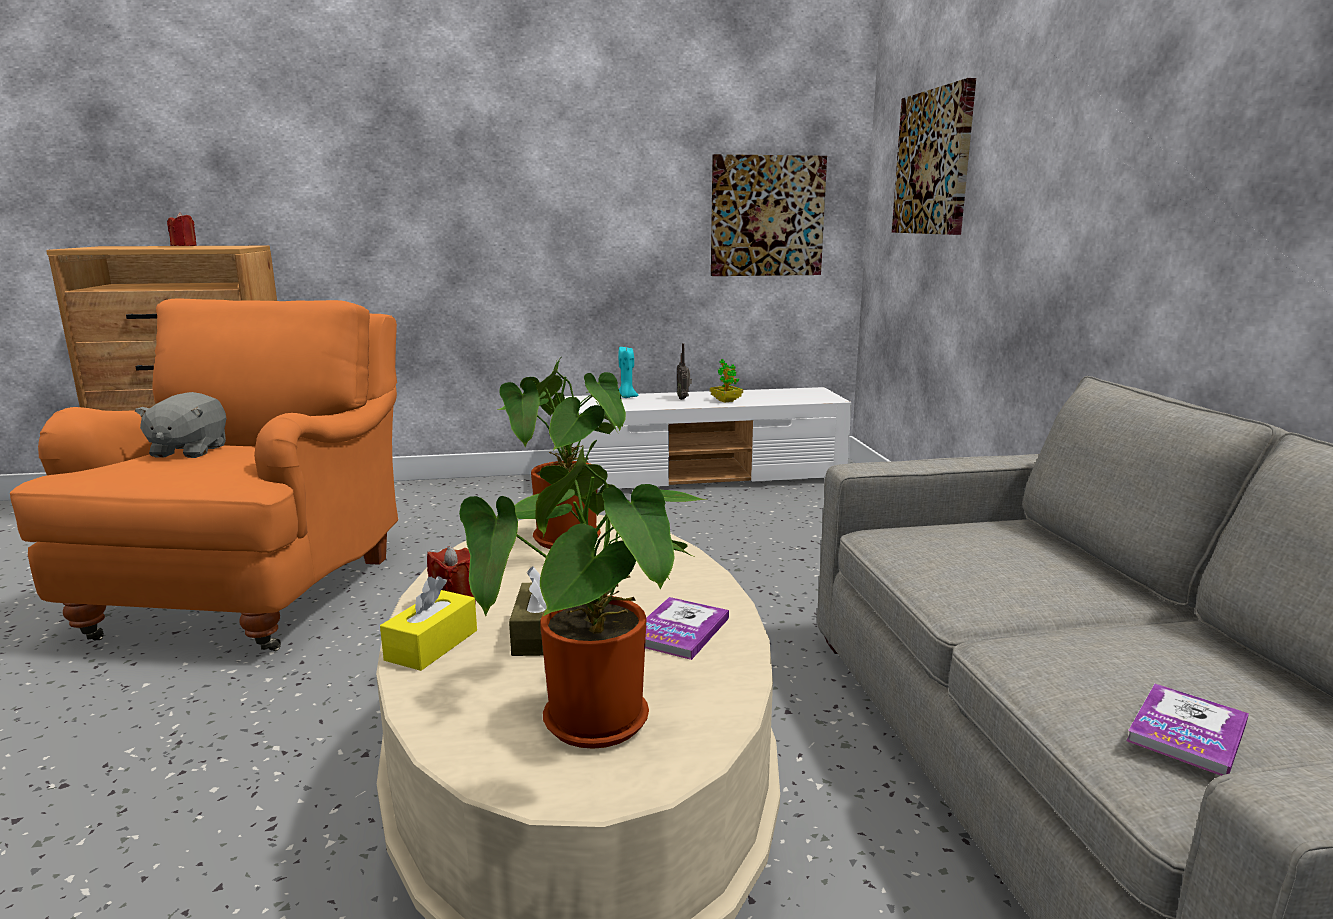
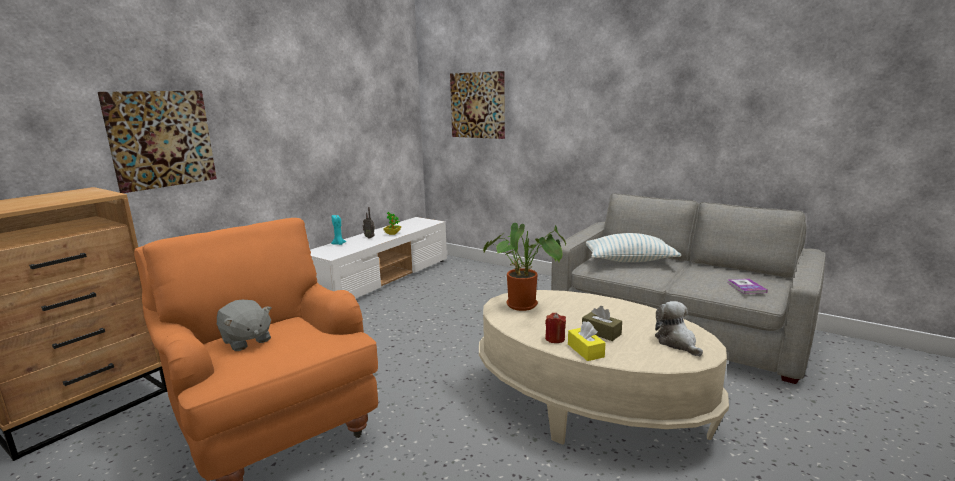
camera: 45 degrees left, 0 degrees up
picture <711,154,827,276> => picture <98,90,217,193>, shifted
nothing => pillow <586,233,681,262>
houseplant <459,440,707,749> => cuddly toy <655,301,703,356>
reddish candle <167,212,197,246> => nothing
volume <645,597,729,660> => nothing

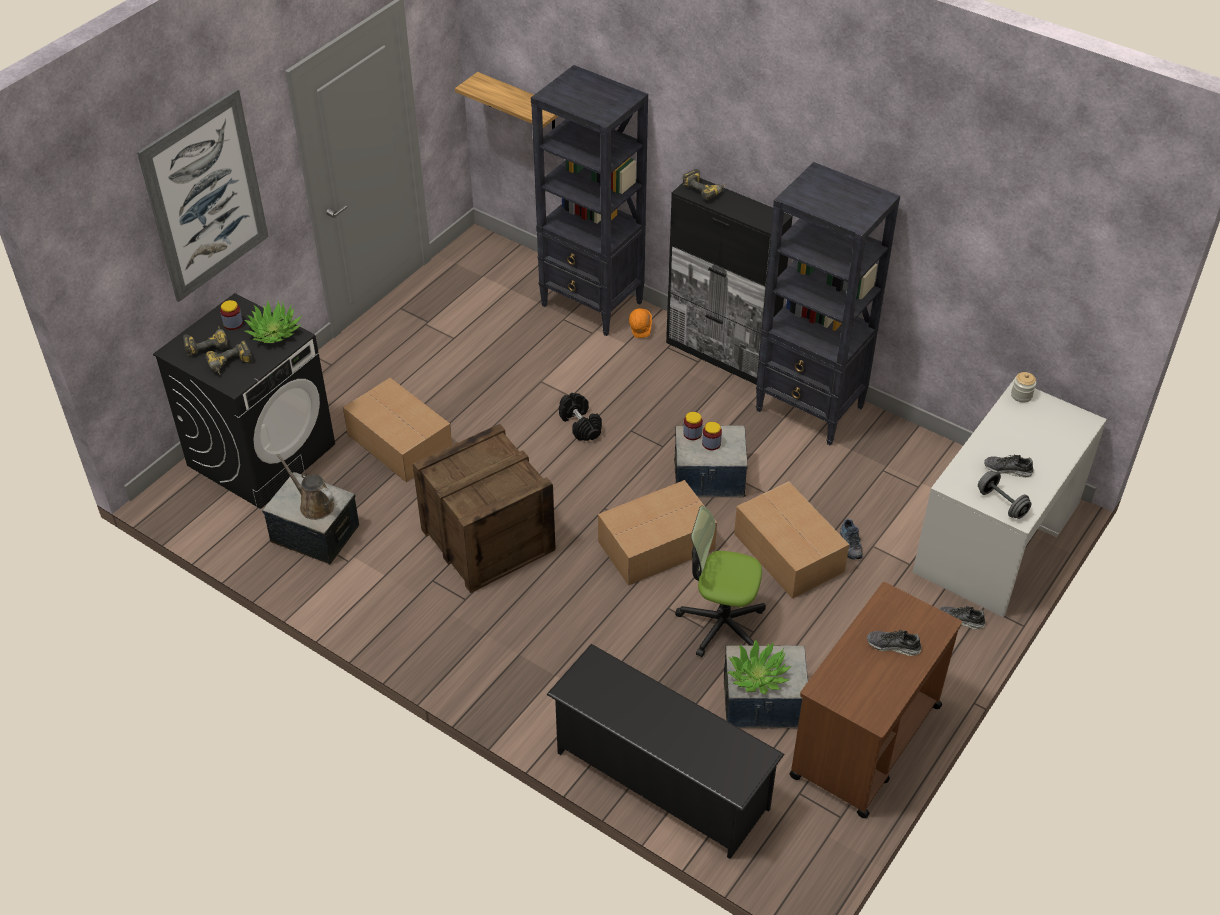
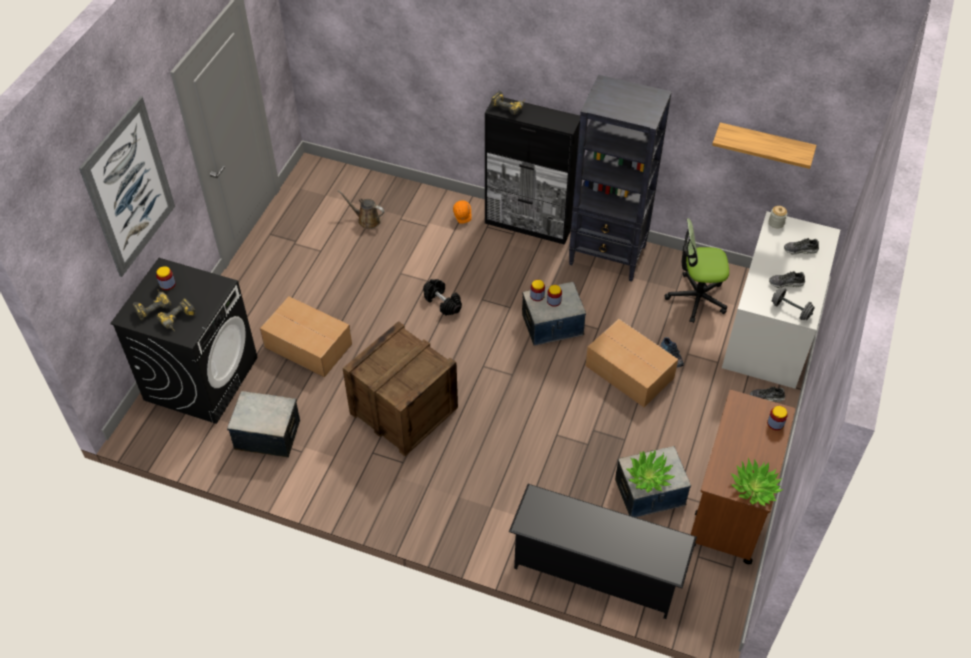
camera: 15 degrees left, 5 degrees up
brown watering pot <277,454,334,520> => brown watering pot <338,190,385,229>, shifted
computer chair <675,506,766,657> => computer chair <664,218,729,323>, shifted
shelf <455,72,558,130> => shelf <712,122,817,169>, shifted
houseplant <244,300,301,343> => houseplant <730,458,784,506>, shifted
nothing => jar <767,406,788,430>
shoe <867,630,921,656> => shoe <784,238,819,255>, shifted
black bookshelf <531,65,648,336> => nothing
carton <598,480,717,586> => nothing

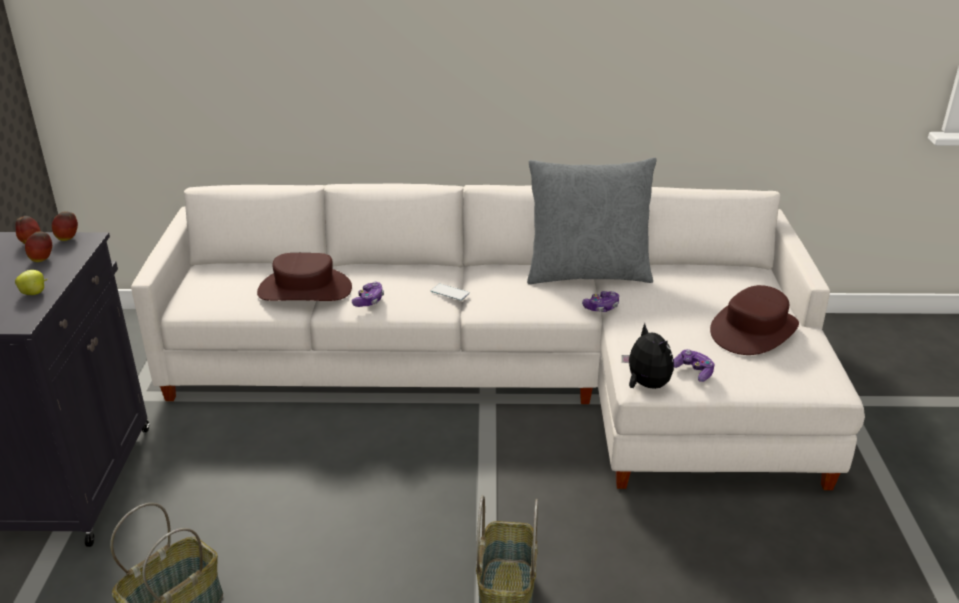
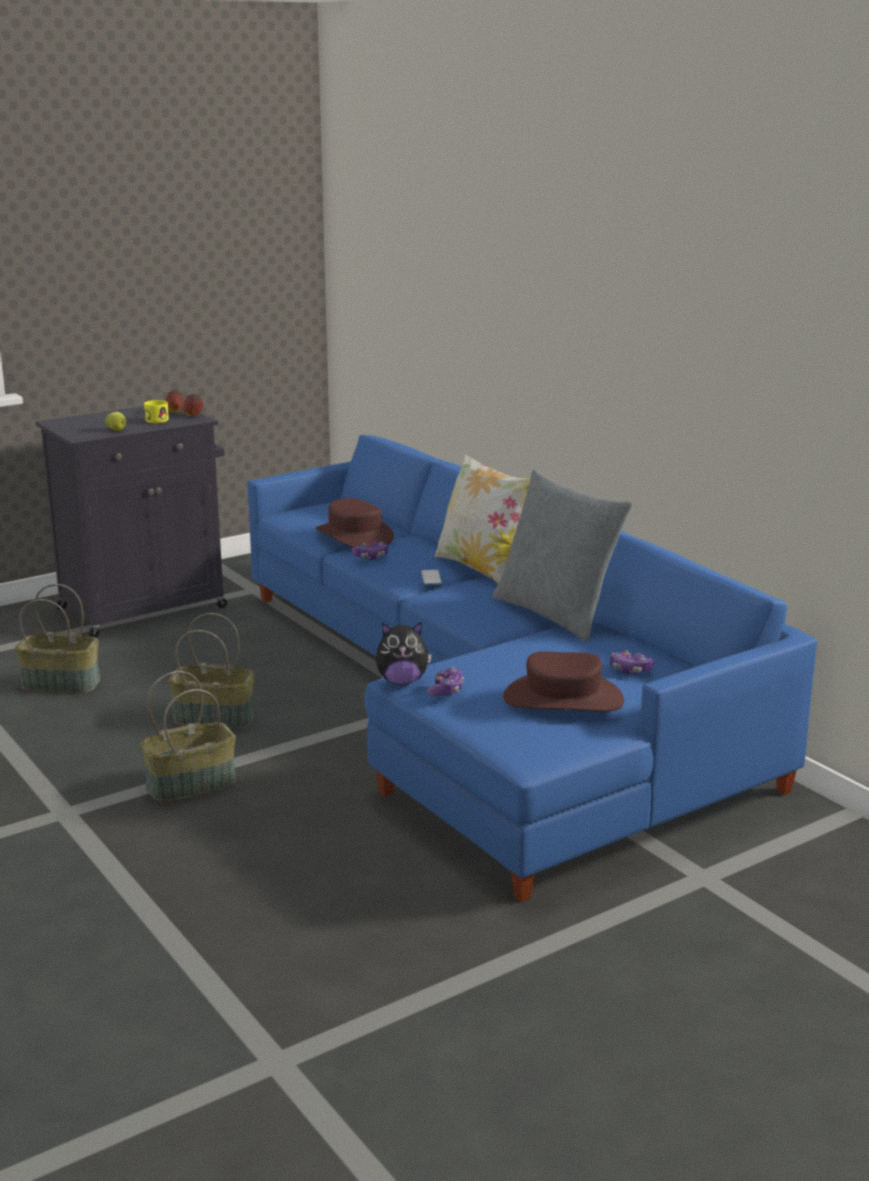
camera: 55 degrees right, 10 degrees down
whole apple <25,232,52,262> => yellow mug <144,400,169,424>
nothing => household basket <169,613,255,729>
whitish couch <131,183,865,490> => bluish couch <247,435,818,902>
cuddly toy <622,323,674,389> => cuddly toy <376,622,432,685>, 60 degrees clockwise
nothing => pillow <434,453,531,584>
gamepad <582,291,619,312> => gamepad <610,650,654,674>, shifted

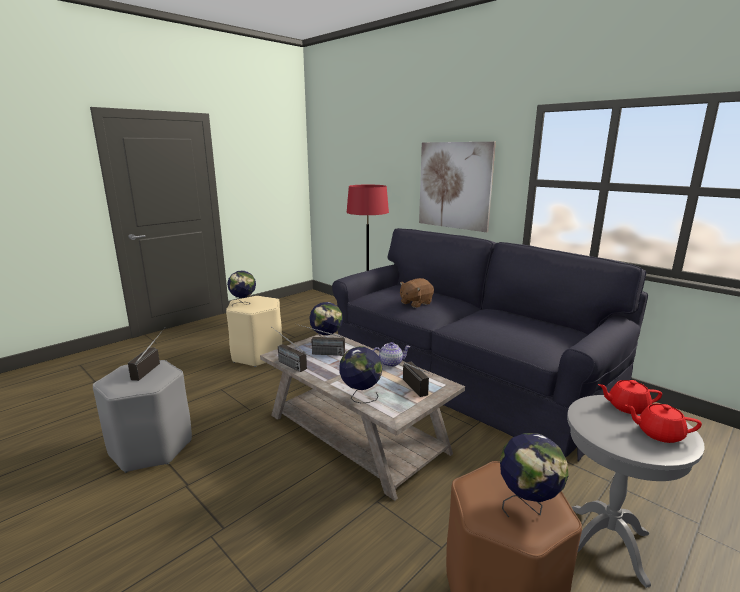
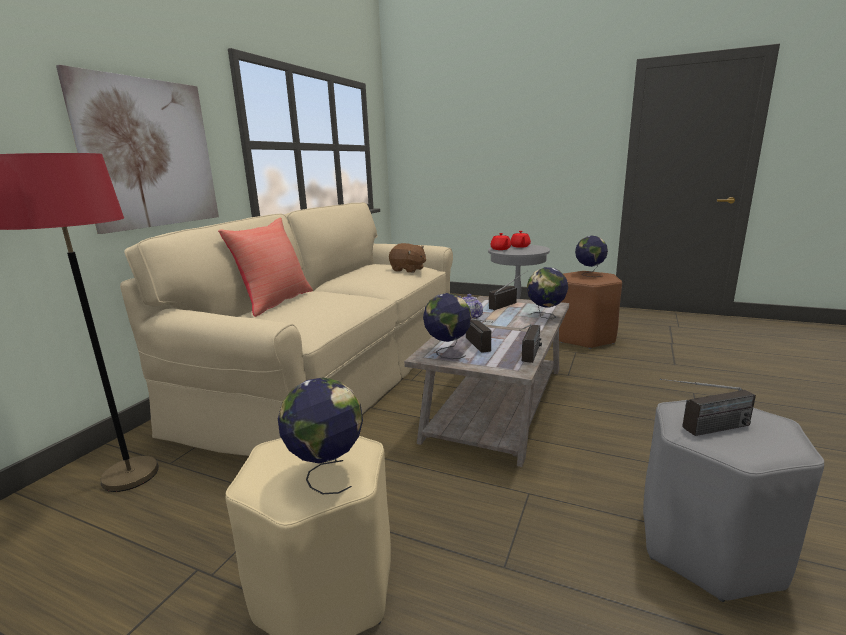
camera: 110 degrees left, 0 degrees up
black couch <332,228,648,461> => sand-coloured couch <120,202,453,456>
nothing => reddish pillow <218,218,313,317>
brown cuddly toy <400,278,434,308> => brown cuddly toy <389,243,426,273>, shifted

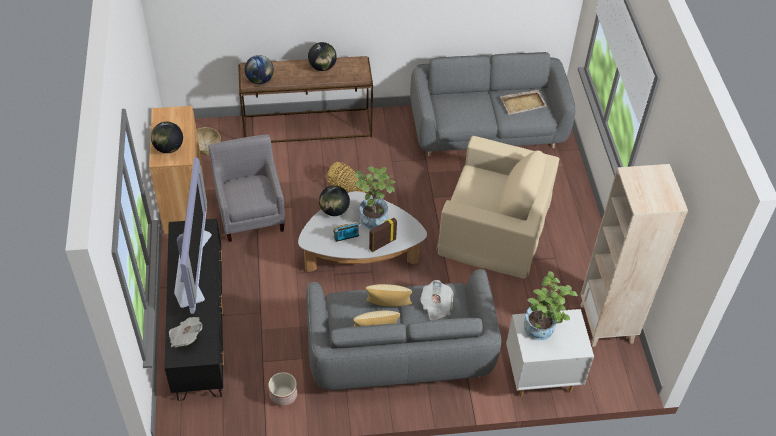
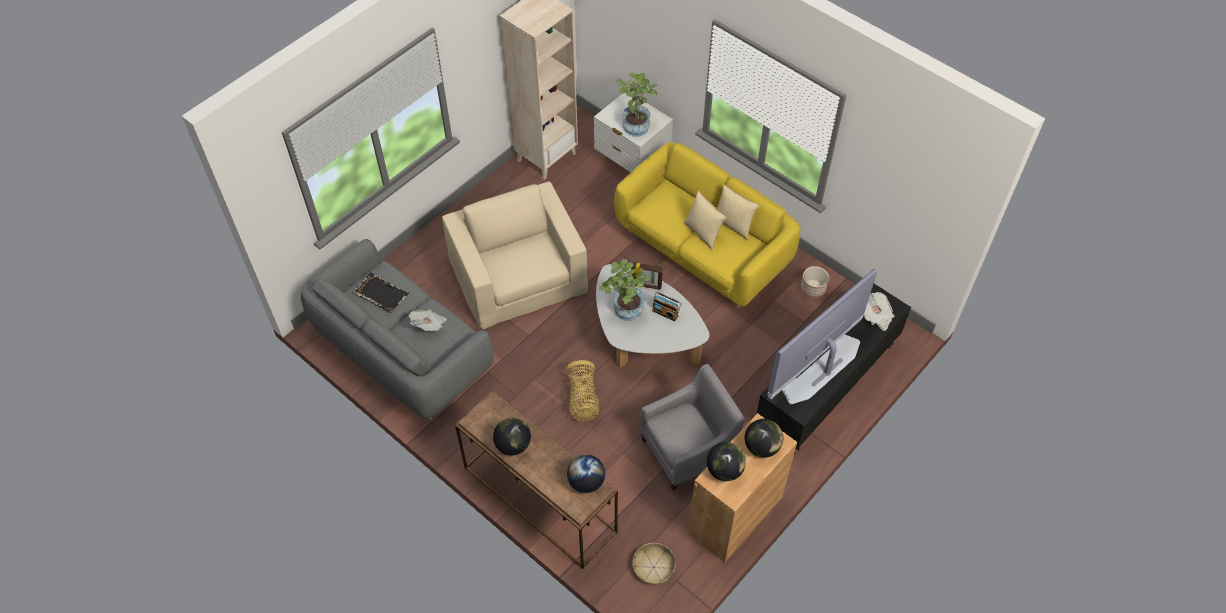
camera: 130 degrees left, 5 degrees up
sand-coloured serving tray <500,90,547,115> => black serving tray <352,272,409,313>
daily paper <420,280,454,321> => daily paper <409,310,447,331>, shifted
greyish couch <306,269,501,390> => yellow couch <614,142,801,308>
greyish lounge chair <208,134,285,242> => greyish lounge chair <640,364,745,491>, 150 degrees counterclockwise
world globe <319,185,350,216> => world globe <707,442,746,481>, shifted

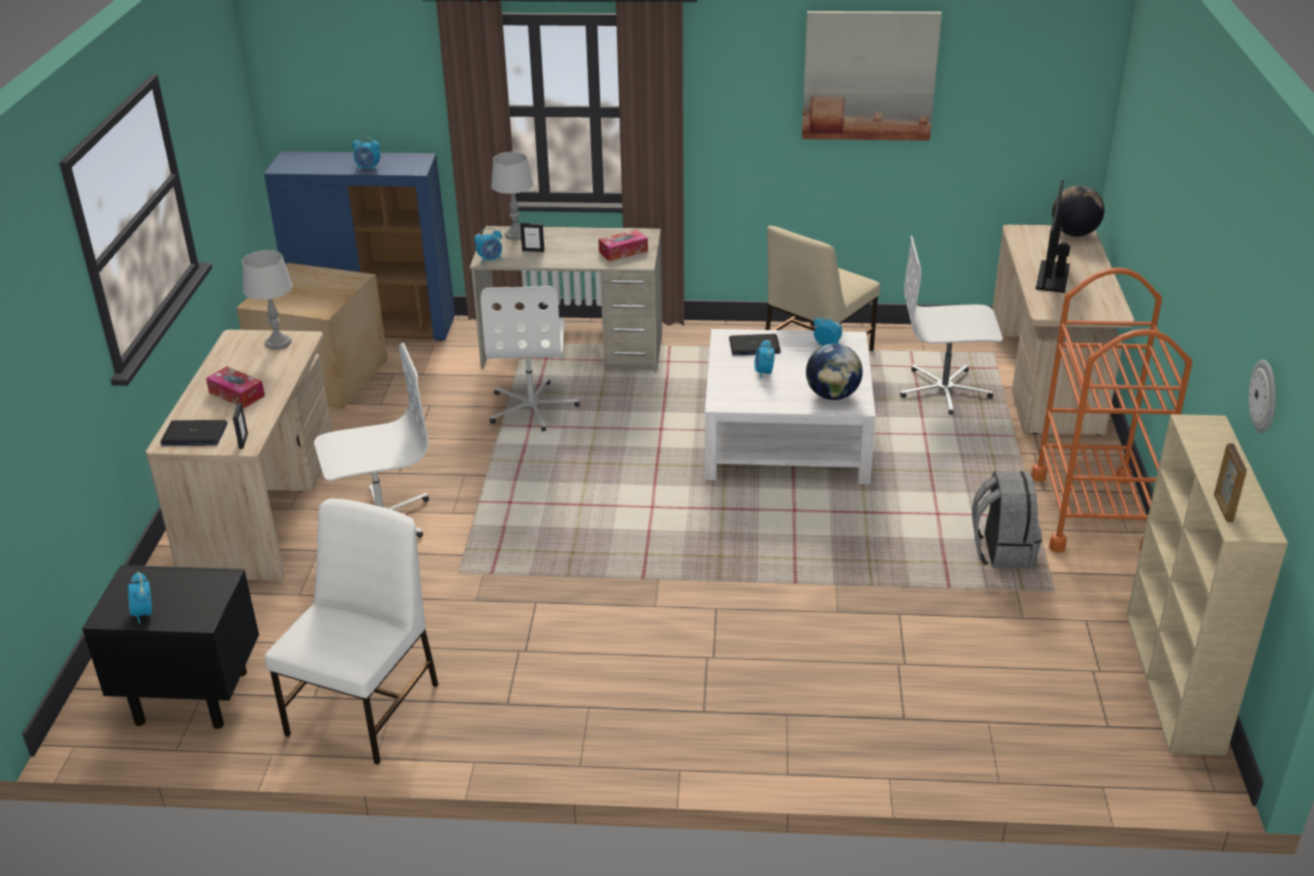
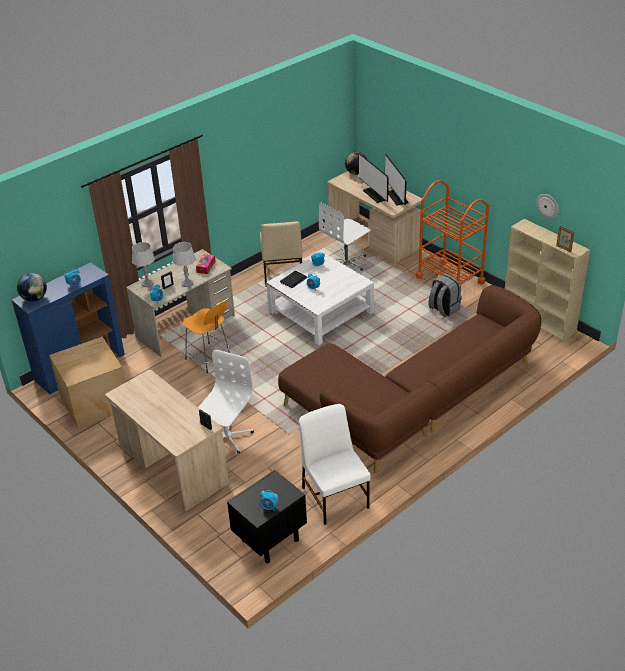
camera: 45 degrees left, 5 degrees up
world globe <806,344,863,400> => world globe <17,273,47,302>, shifted
greyish table lamp <242,250,293,350> => greyish table lamp <173,242,196,287>, shifted
whitish computer chair <481,286,580,431> => orangey stool <183,301,230,373>
nothing => brown couch <278,285,541,473>
nothing => monitor <385,154,409,206>
notebook computer <160,420,227,446> => nothing
box of tissues <206,366,265,408> => nothing
picture <802,11,942,141> => nothing

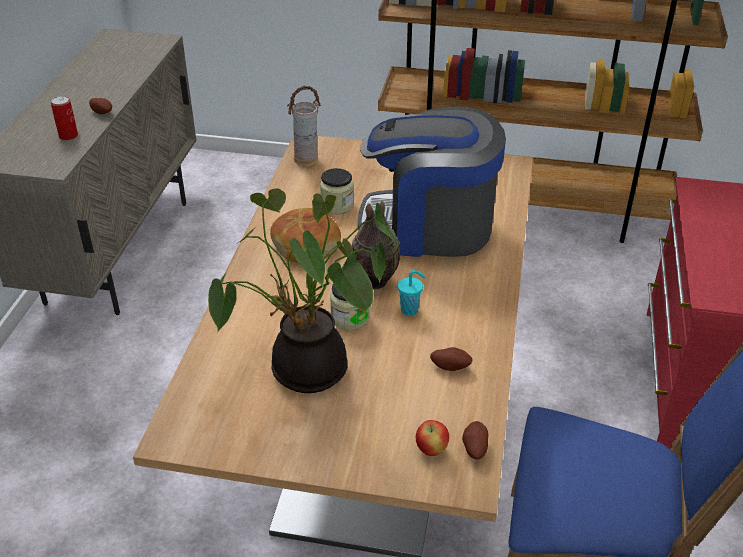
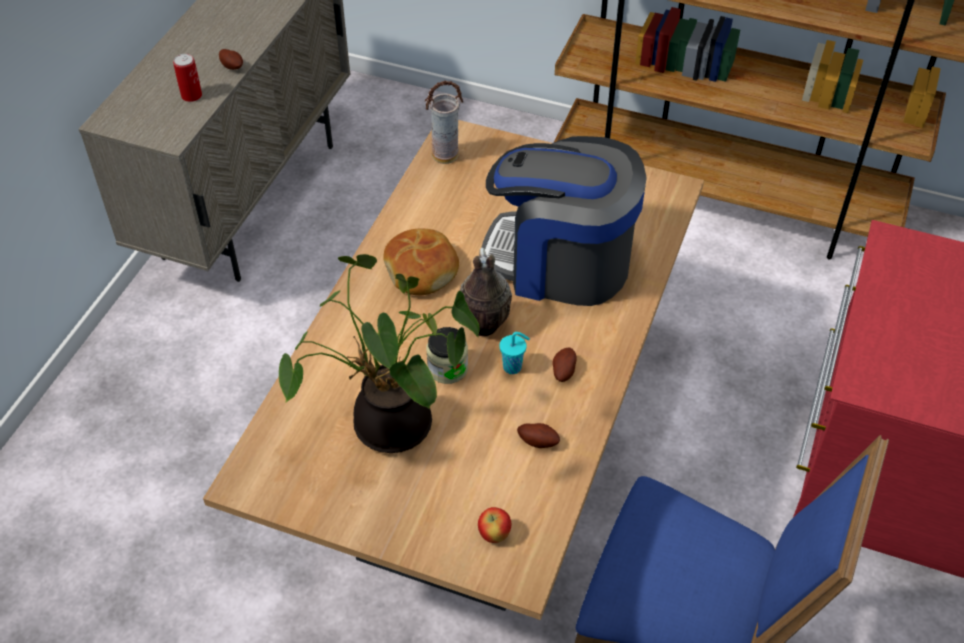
camera: 10 degrees right, 10 degrees up
potato <462,421,488,460> => potato <552,347,577,382>, shifted
jar <320,168,354,215> => nothing

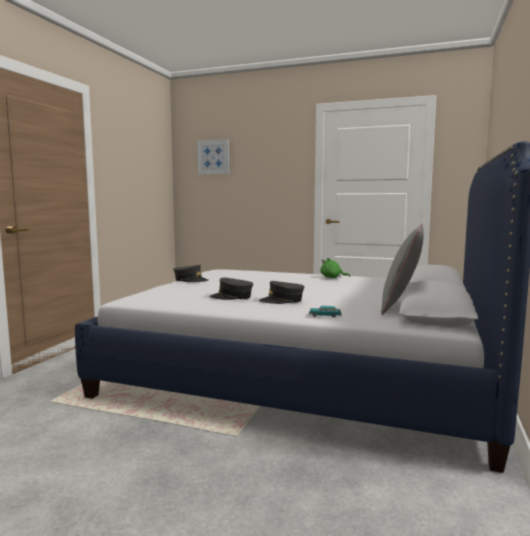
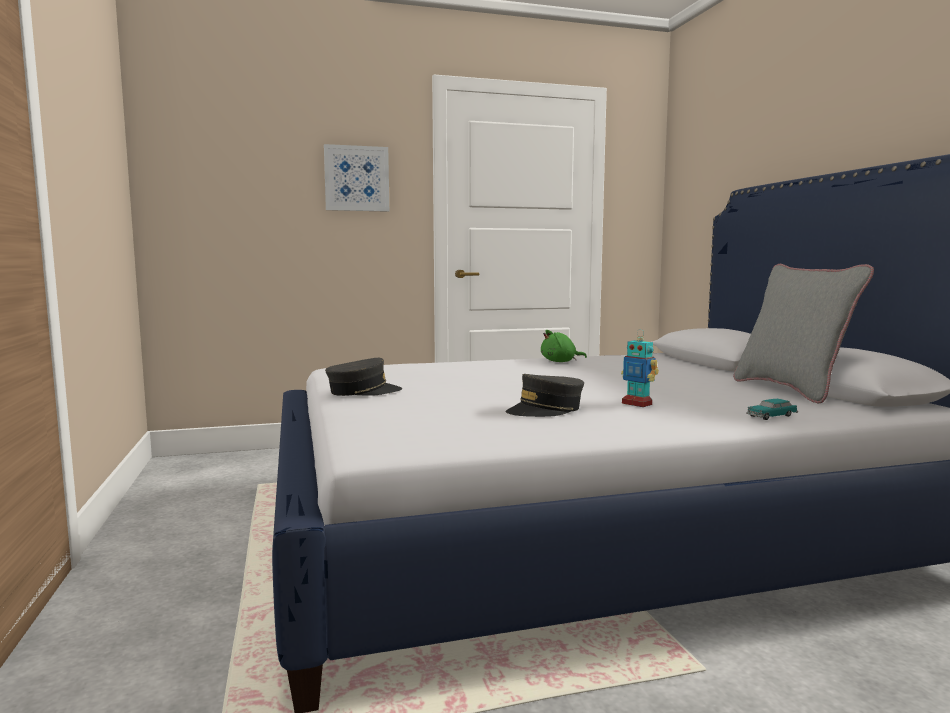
camera: 35 degrees left, 0 degrees up
picture <197,139,229,175> => picture <324,144,389,212>, shifted
greyish baseball cap <259,281,304,304> => model robot <621,329,659,407>

